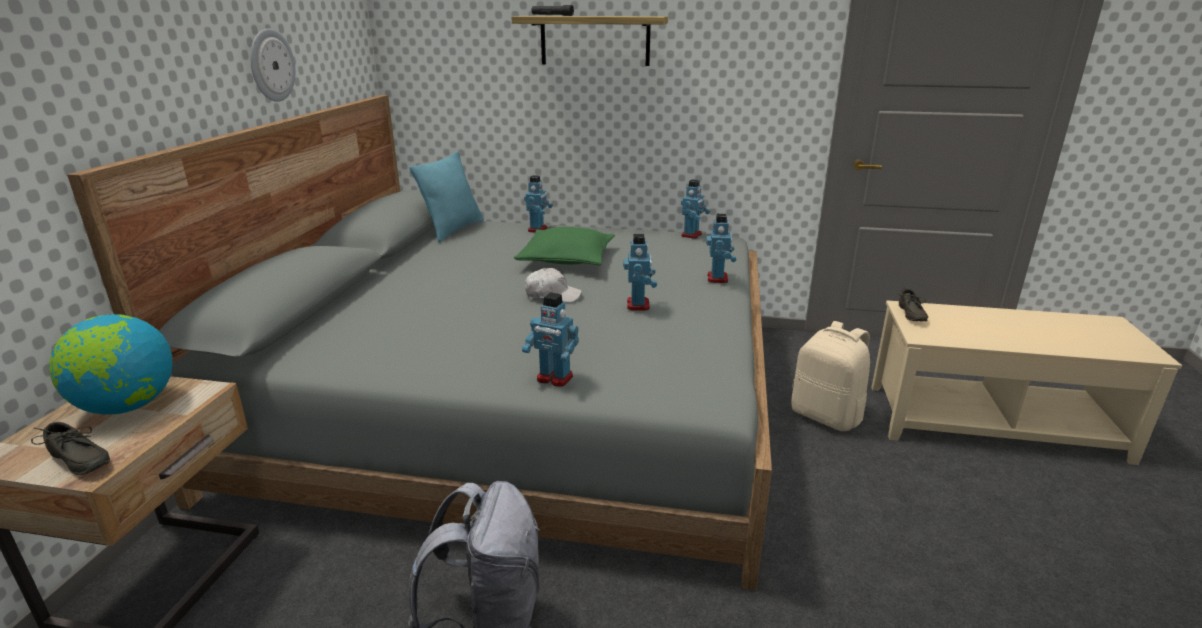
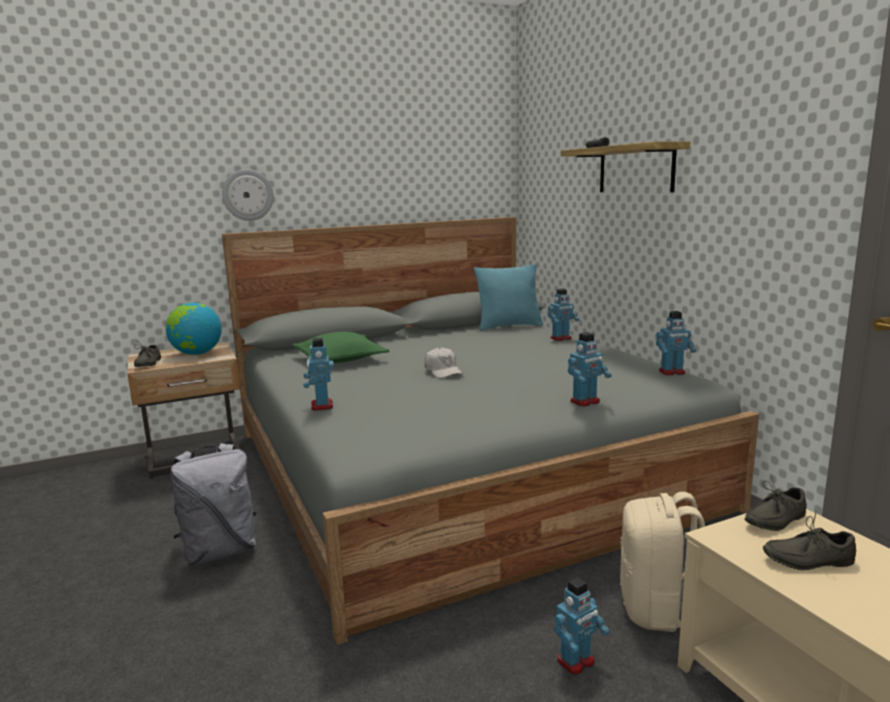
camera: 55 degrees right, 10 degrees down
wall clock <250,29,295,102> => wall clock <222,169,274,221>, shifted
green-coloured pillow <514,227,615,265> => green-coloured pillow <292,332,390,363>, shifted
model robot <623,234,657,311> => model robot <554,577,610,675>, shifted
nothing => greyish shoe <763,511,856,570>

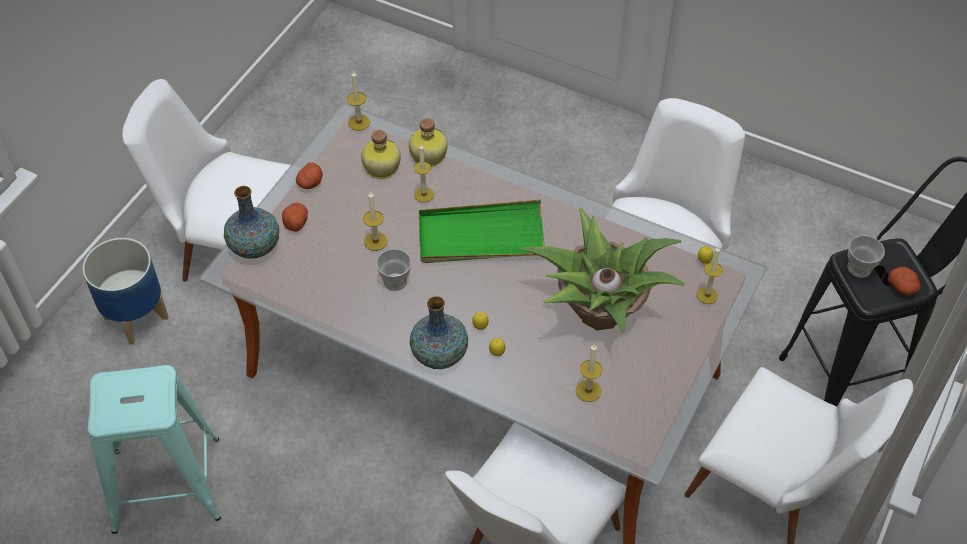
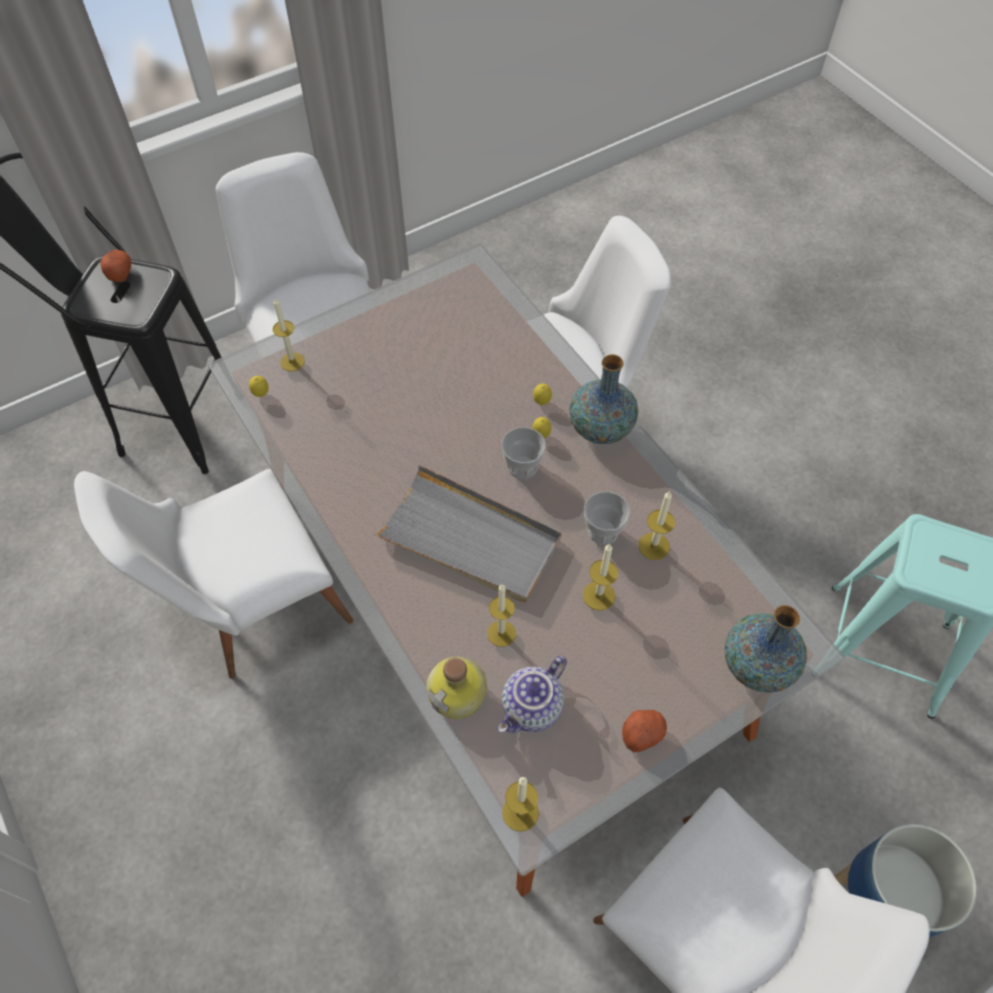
camera: 150 degrees left, 5 degrees up
green-coloured serving tray <419,200,545,263> => greyish serving tray <374,465,562,603>
drink bottle <361,130,401,179> => teapot <498,656,567,733>
small cup <848,235,885,278> => small cup <501,427,546,479>, shifted
candle <576,344,602,402> => candle <638,491,675,560>, shifted
potato <282,203,308,232> => nothing
houseplant <520,208,684,333> => nothing

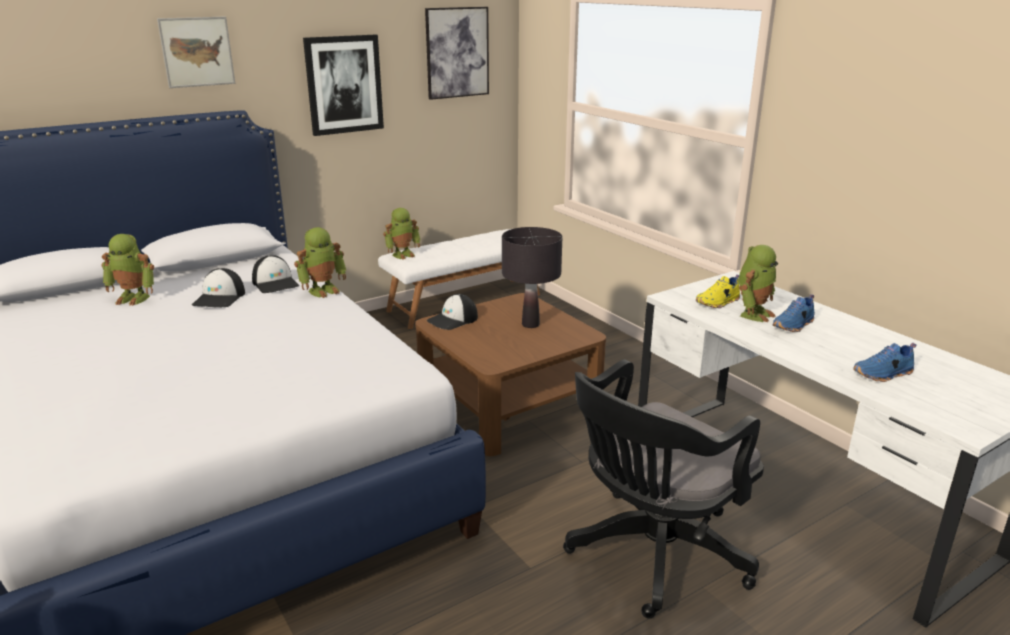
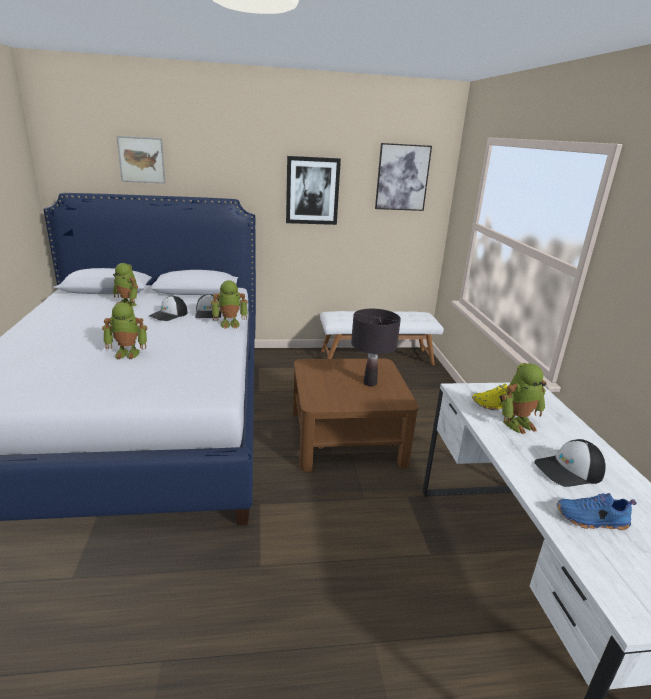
camera: 25 degrees right, 0 degrees up
model robot <383,208,420,260> => model robot <102,303,147,359>, shifted
picture <157,17,235,88> => picture <117,136,165,183>, shifted
baseball cap <427,294,478,330> => baseball cap <534,439,606,487>, shifted
black computer chair <563,360,764,619> => nothing
bluish shoe <773,294,815,332> => nothing

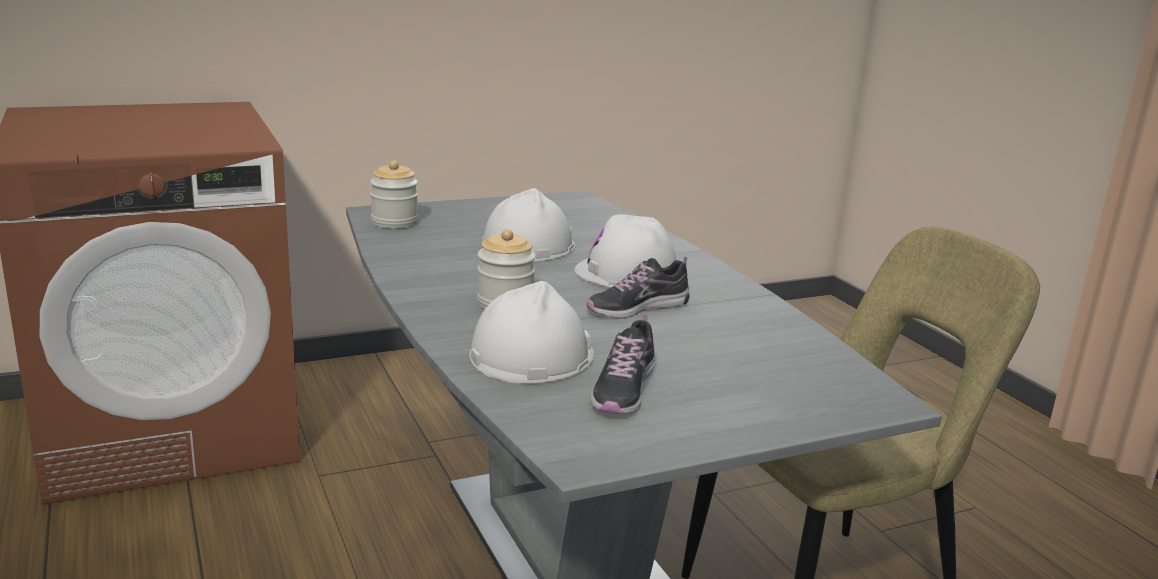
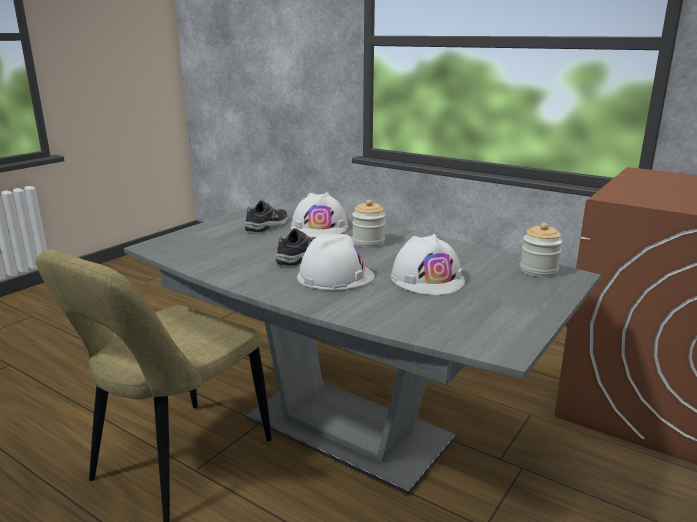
camera: 150 degrees right, 0 degrees up
shoe <590,313,655,414> => shoe <245,200,288,232>, 45 degrees clockwise

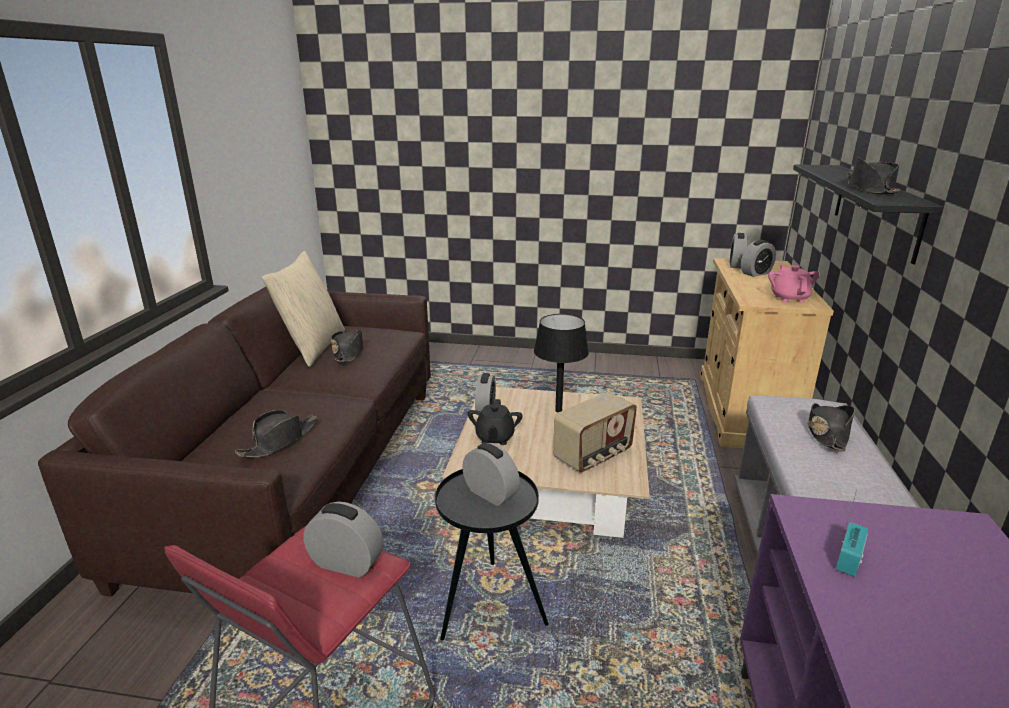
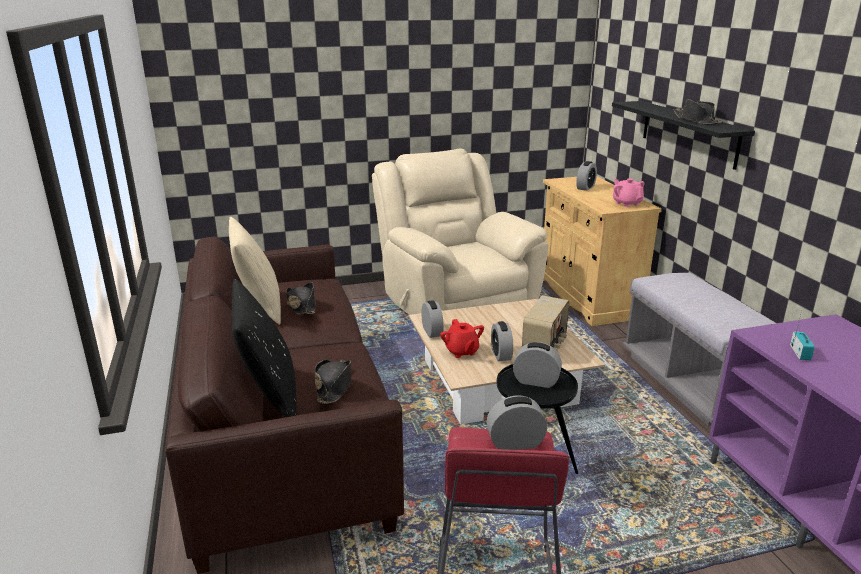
camera: 25 degrees left, 0 degrees up
nothing => black pillow <232,279,296,417>
nothing => sand-coloured lounge chair <372,149,548,315>
black teapot <467,399,523,445> => reddish teapot <440,319,484,358>
table clock <730,233,748,268> => table clock <491,321,513,361>, shifted
black table lamp <534,314,589,413> => nothing
black wearable hat <807,403,855,451> => nothing

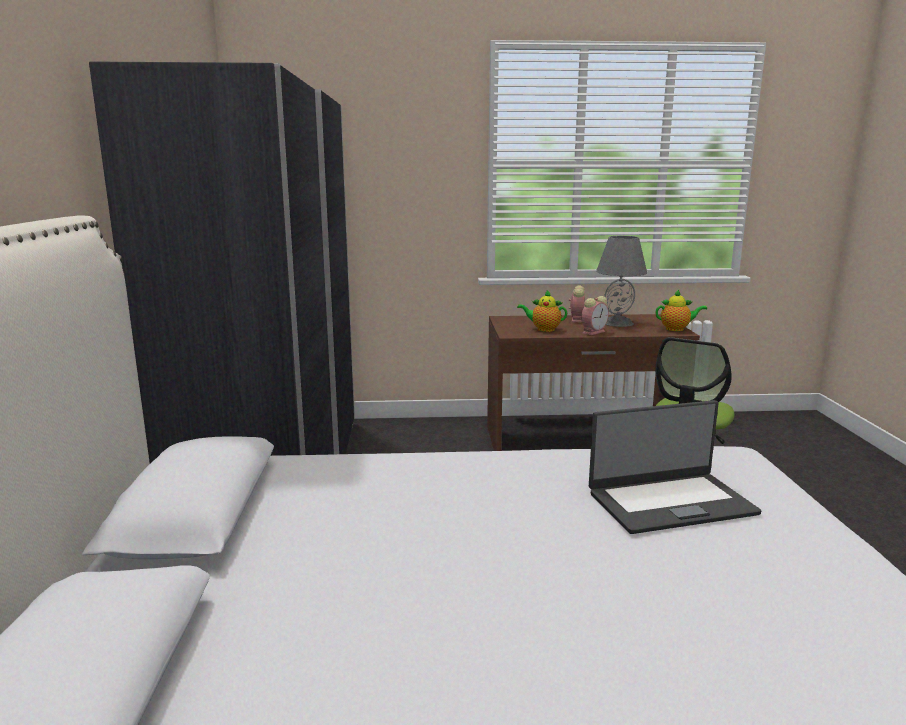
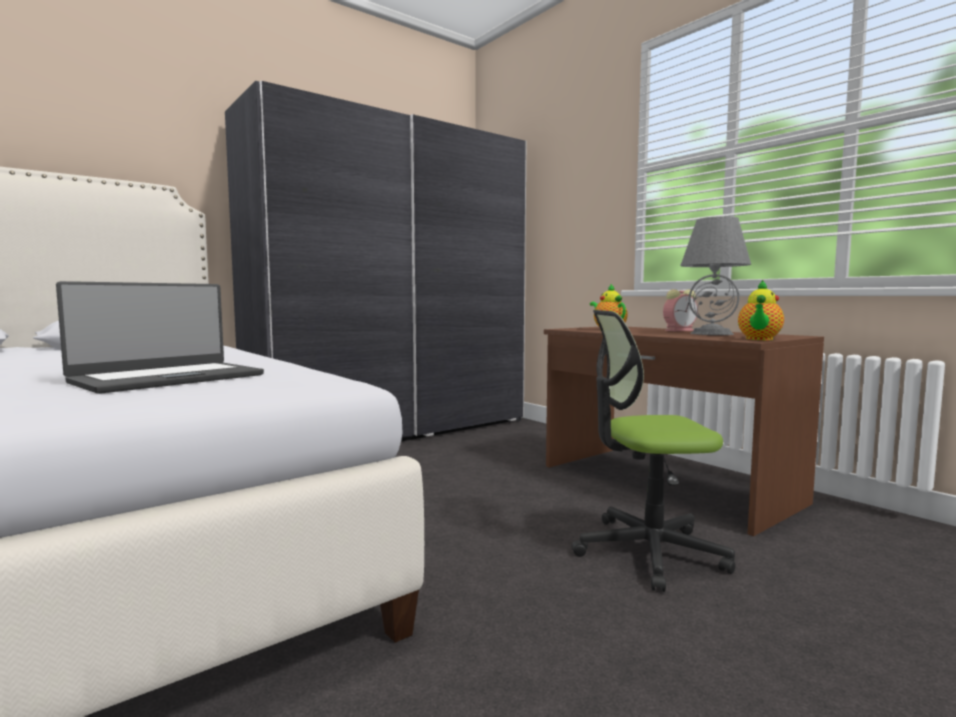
camera: 55 degrees right, 10 degrees down
notebook computer <589,400,761,534> => notebook computer <56,281,264,394>, 90 degrees counterclockwise
teapot <656,290,707,331> => teapot <738,280,784,340>, 60 degrees clockwise
table clock <581,296,609,335> => nothing

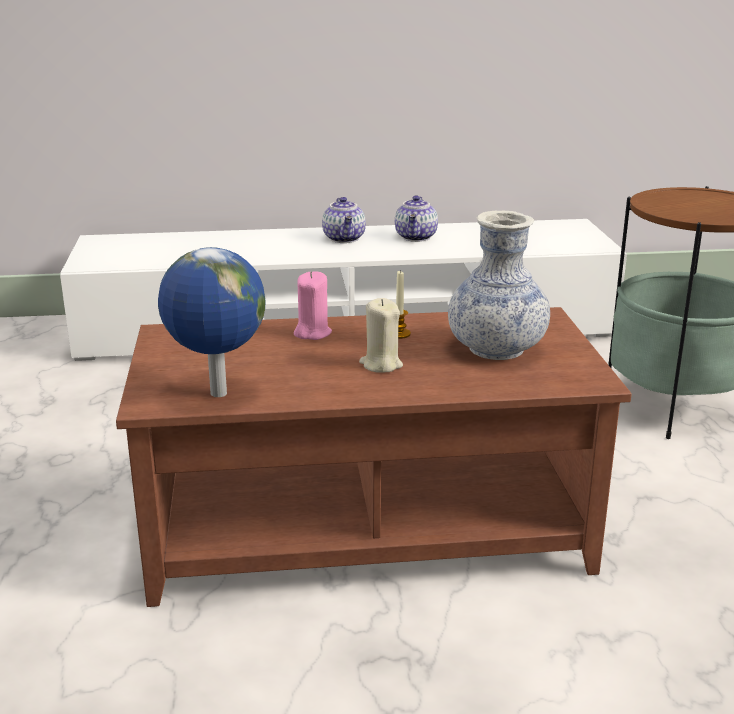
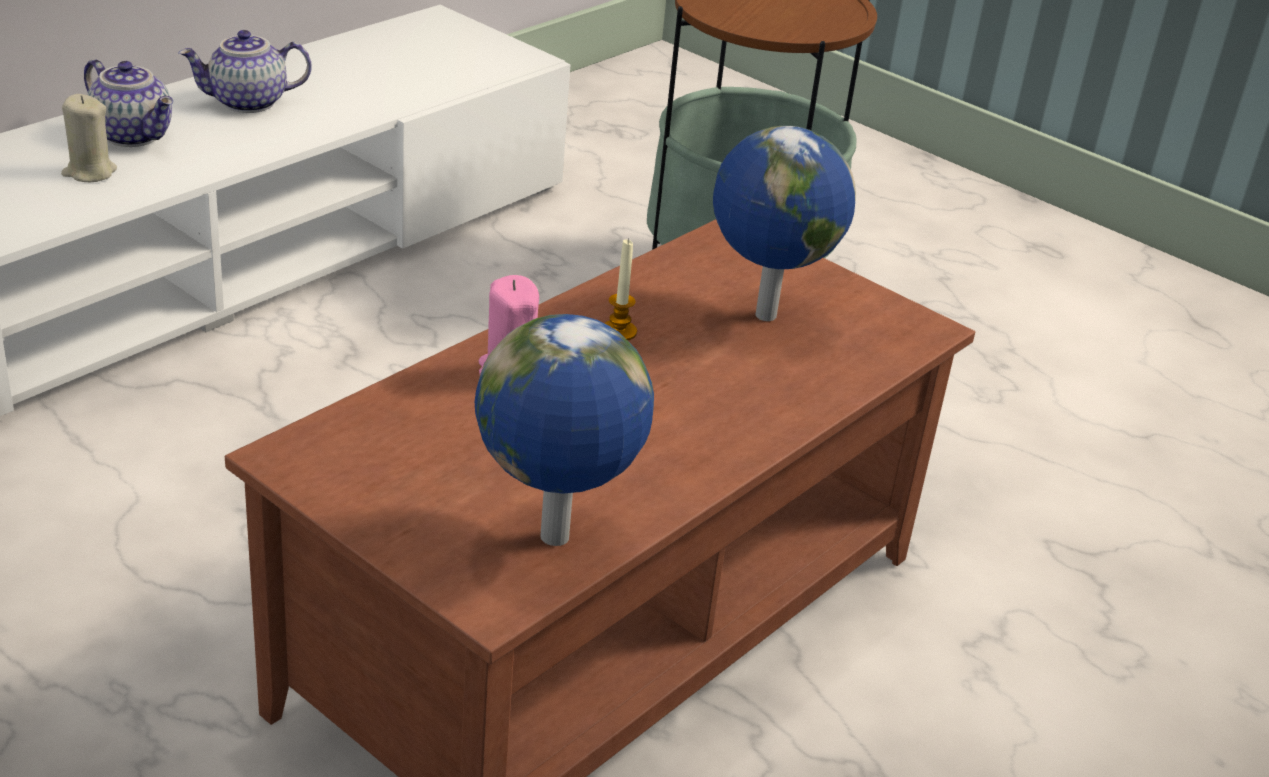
camera: 45 degrees left, 10 degrees up
sand-coloured candle <359,298,403,373> => sand-coloured candle <61,94,117,182>, shifted
teapot <395,195,438,242> => teapot <178,30,312,113>, 105 degrees clockwise
decorative vase <448,211,550,360> => world globe <713,126,856,321>

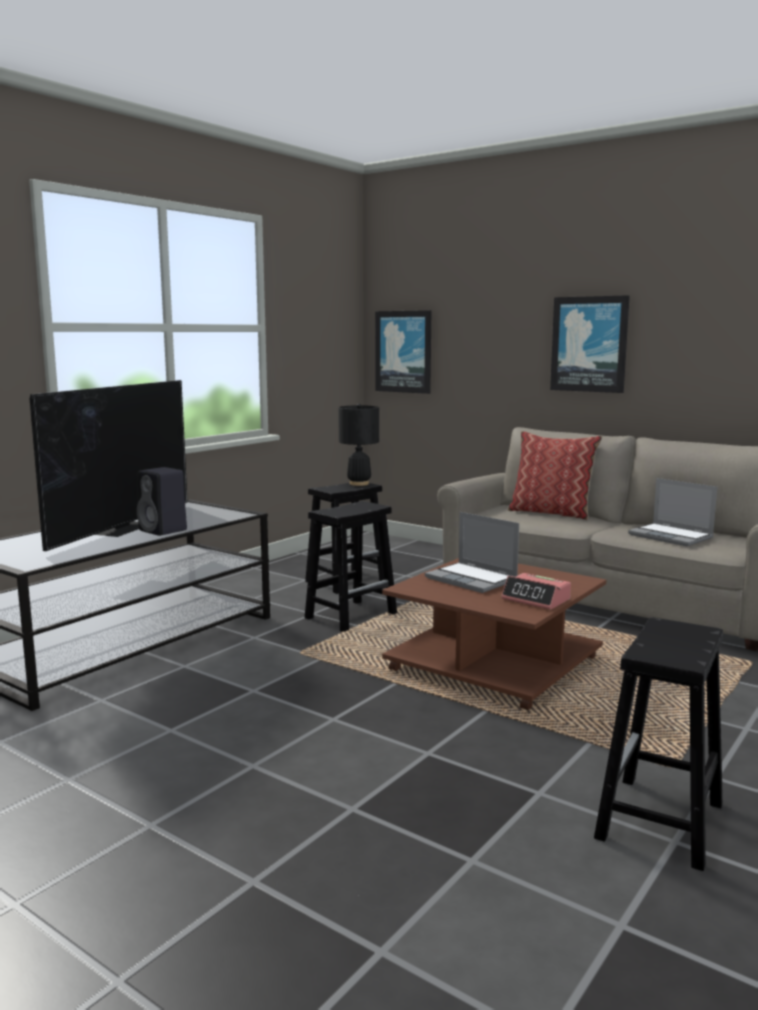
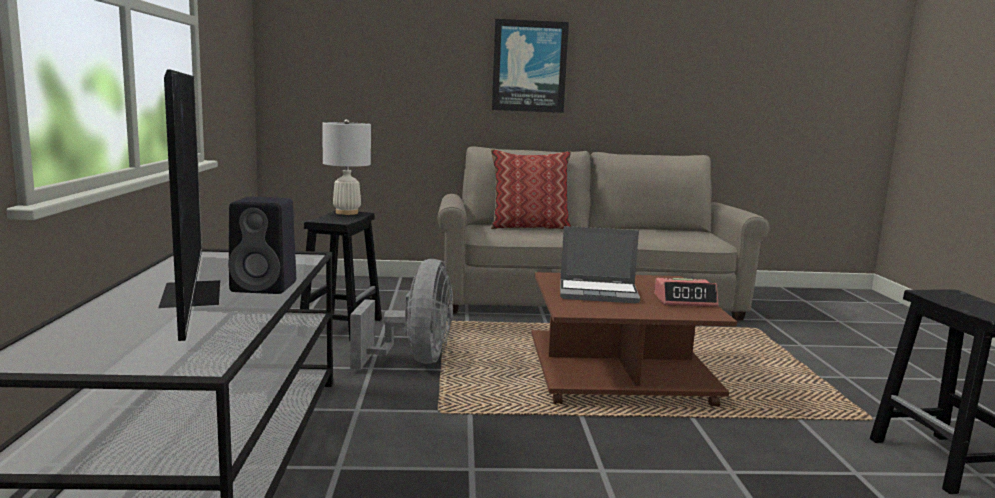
camera: 40 degrees left, 0 degrees up
black table lamp <338,404,379,486> => whitish table lamp <322,119,371,215>
black stool <305,501,397,632> => greyish fan <350,259,453,370>
picture <375,310,431,394> => nothing
notebook computer <628,478,717,546> => nothing

